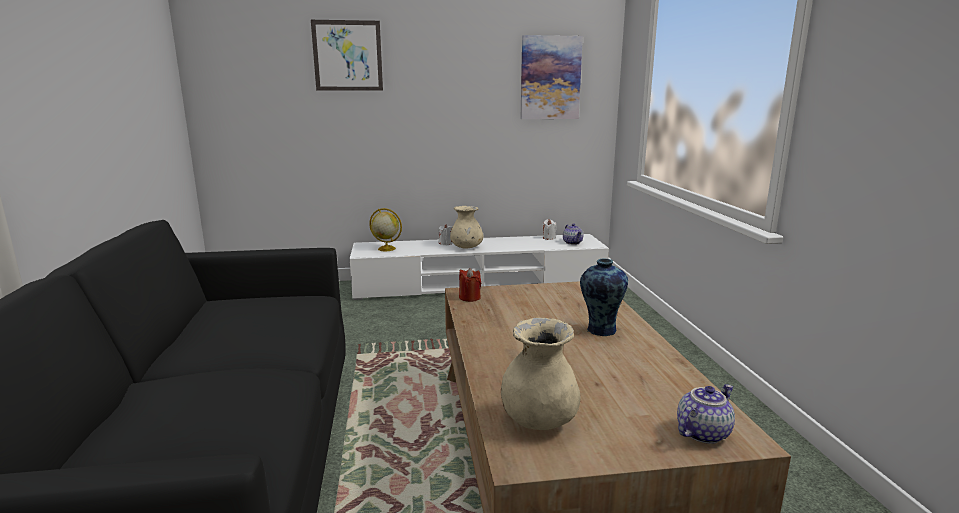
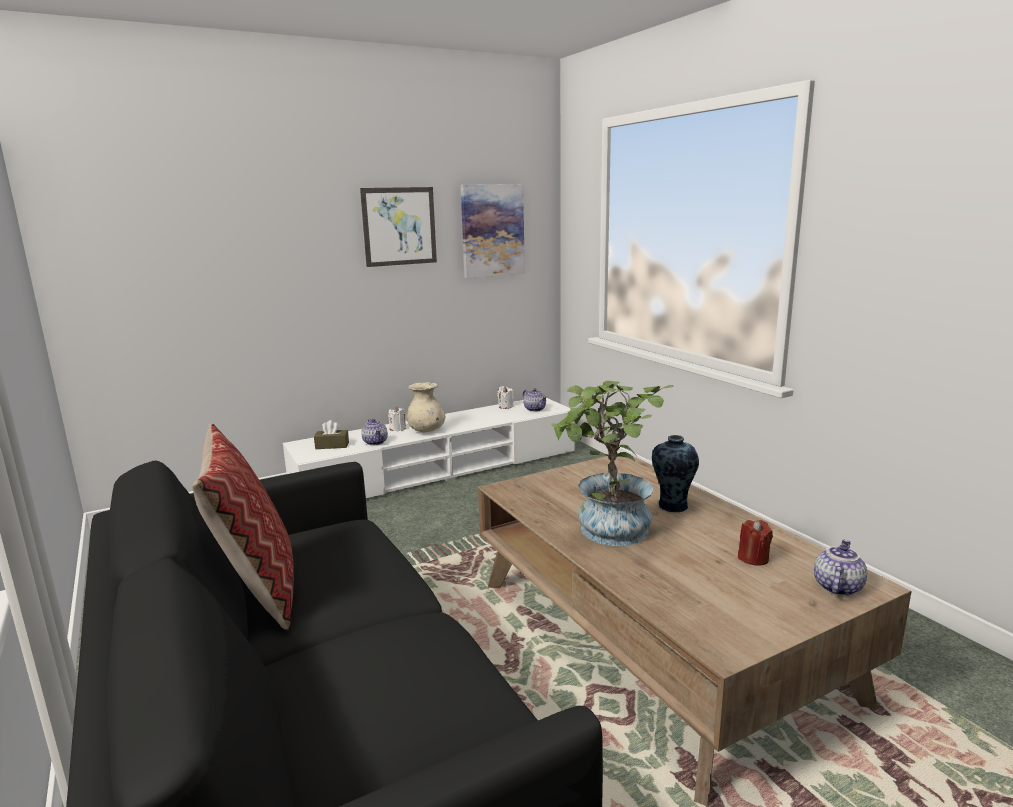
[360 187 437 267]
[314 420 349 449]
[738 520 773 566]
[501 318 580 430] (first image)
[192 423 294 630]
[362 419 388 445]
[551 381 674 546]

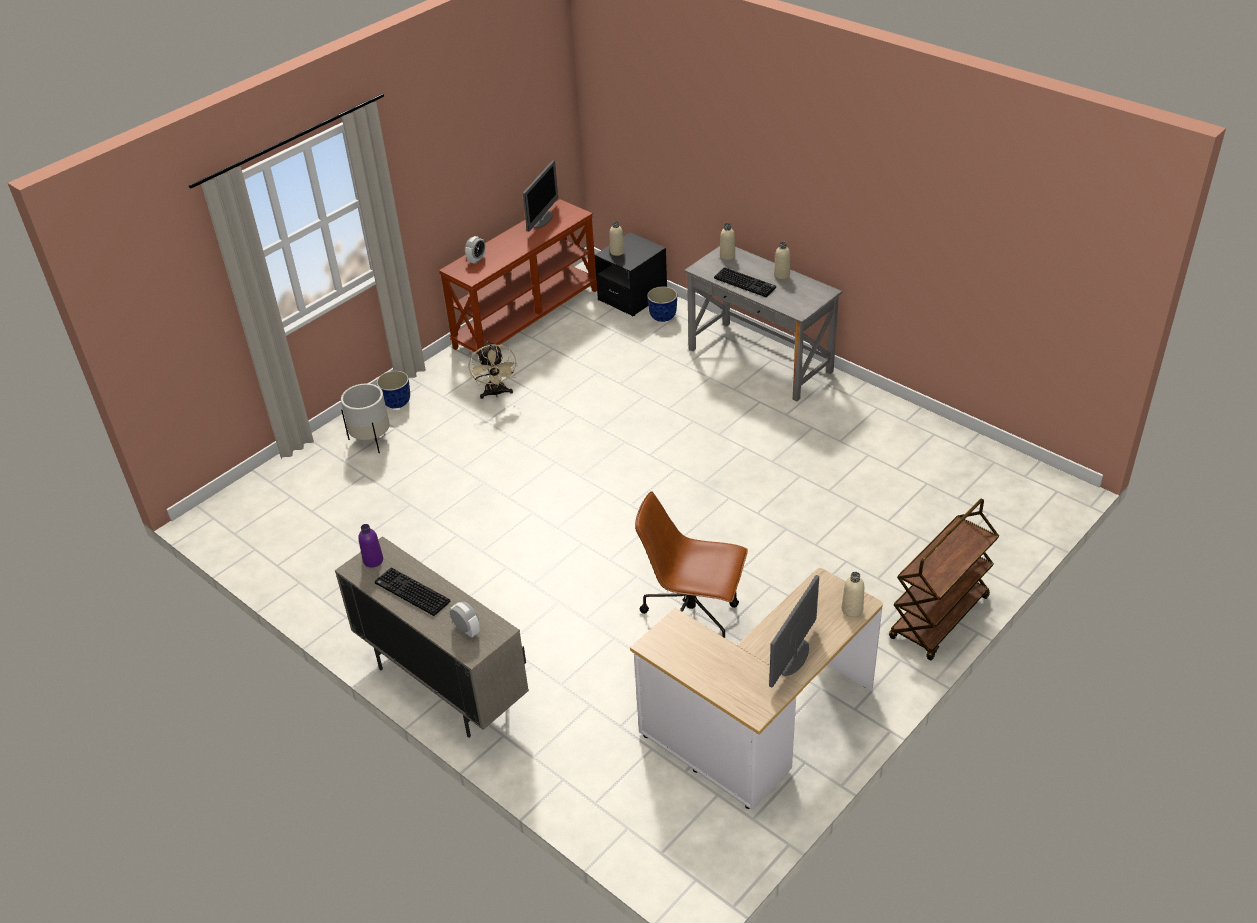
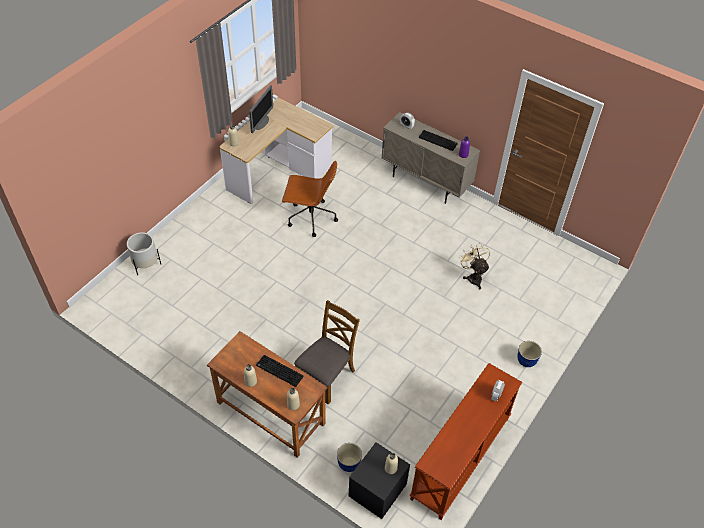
[127 233 161 275]
[459 243 490 289]
[523 160 558 231] (first image)
[207 331 327 458]
[889 499 999 661] (first image)
[294 300 360 404]

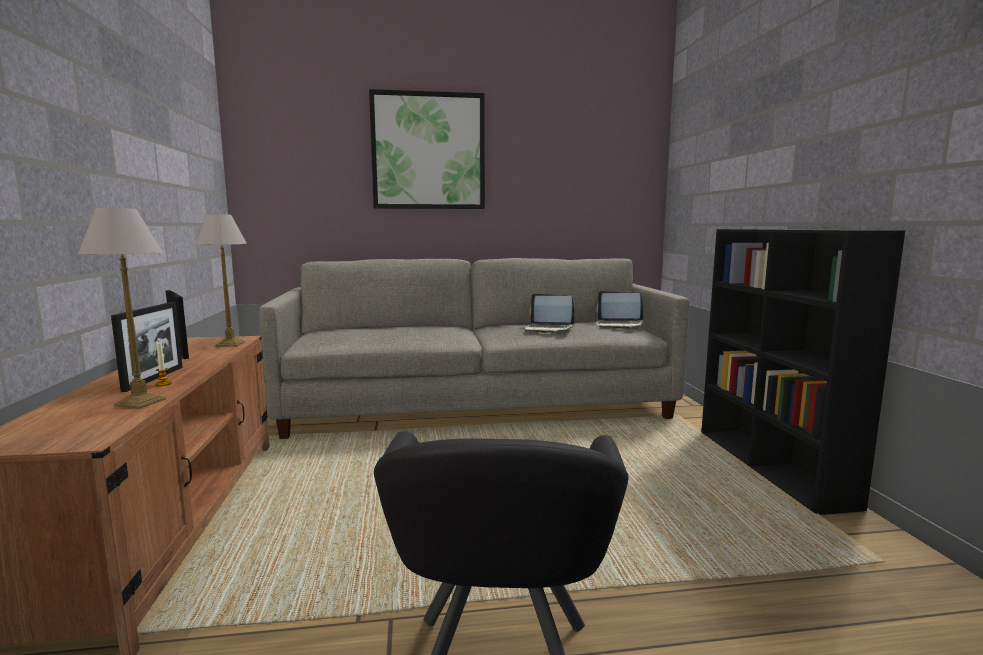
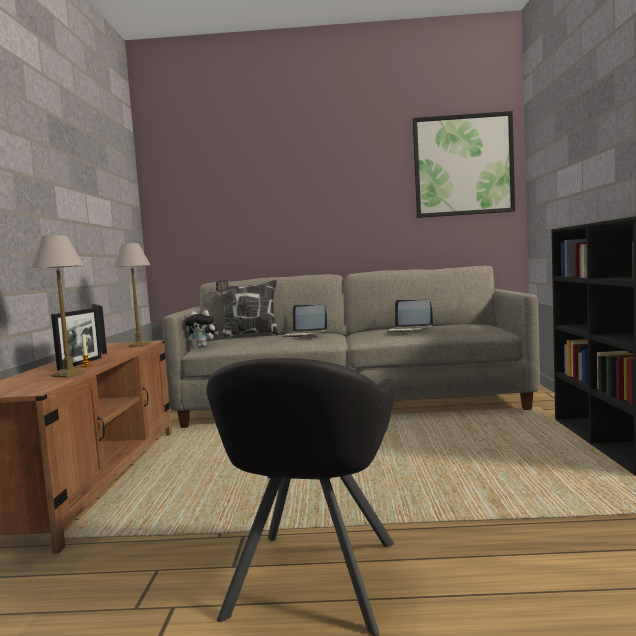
[413 111 515 218]
[282 305 327 337]
[184 310 219 347]
[216 280 280 339]

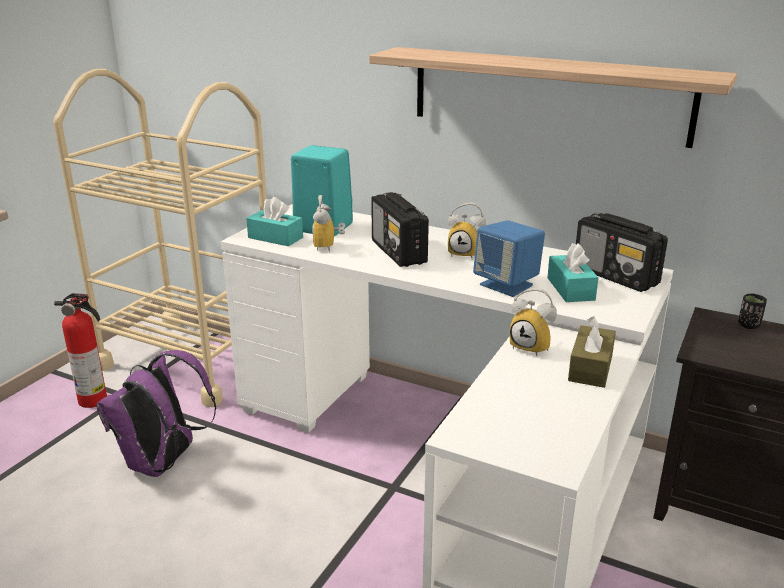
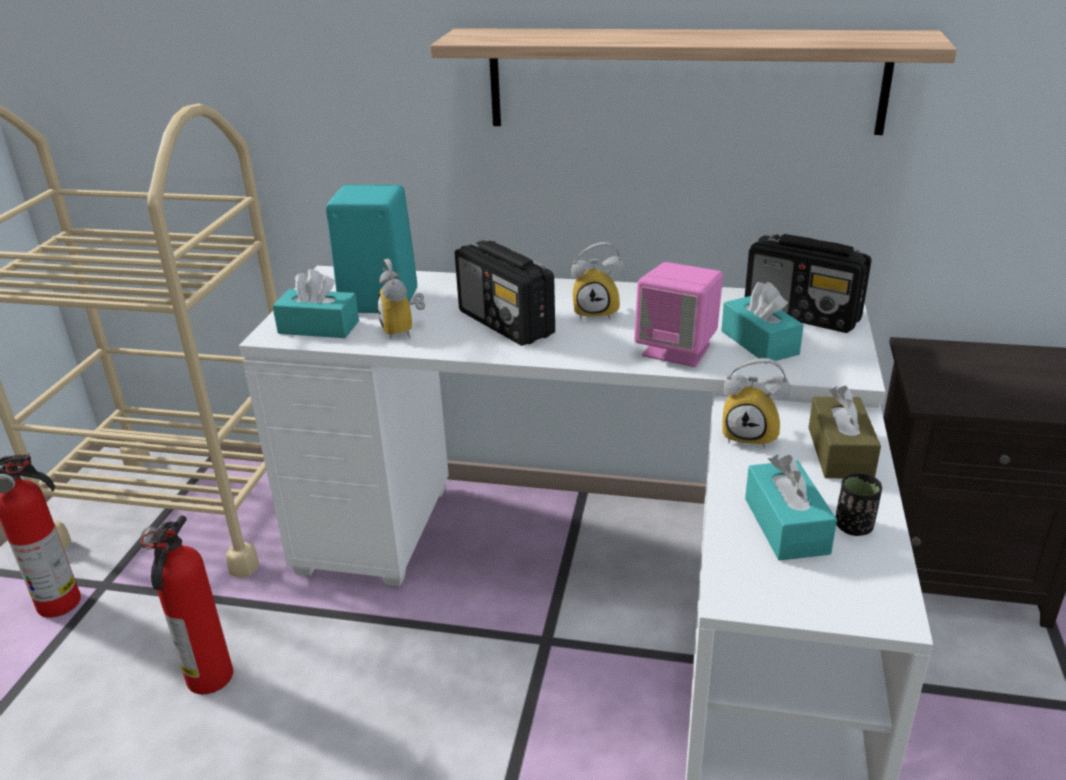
[140 515 233 694]
[634 262 723 367]
[836 472 882 536]
[745 455 837 561]

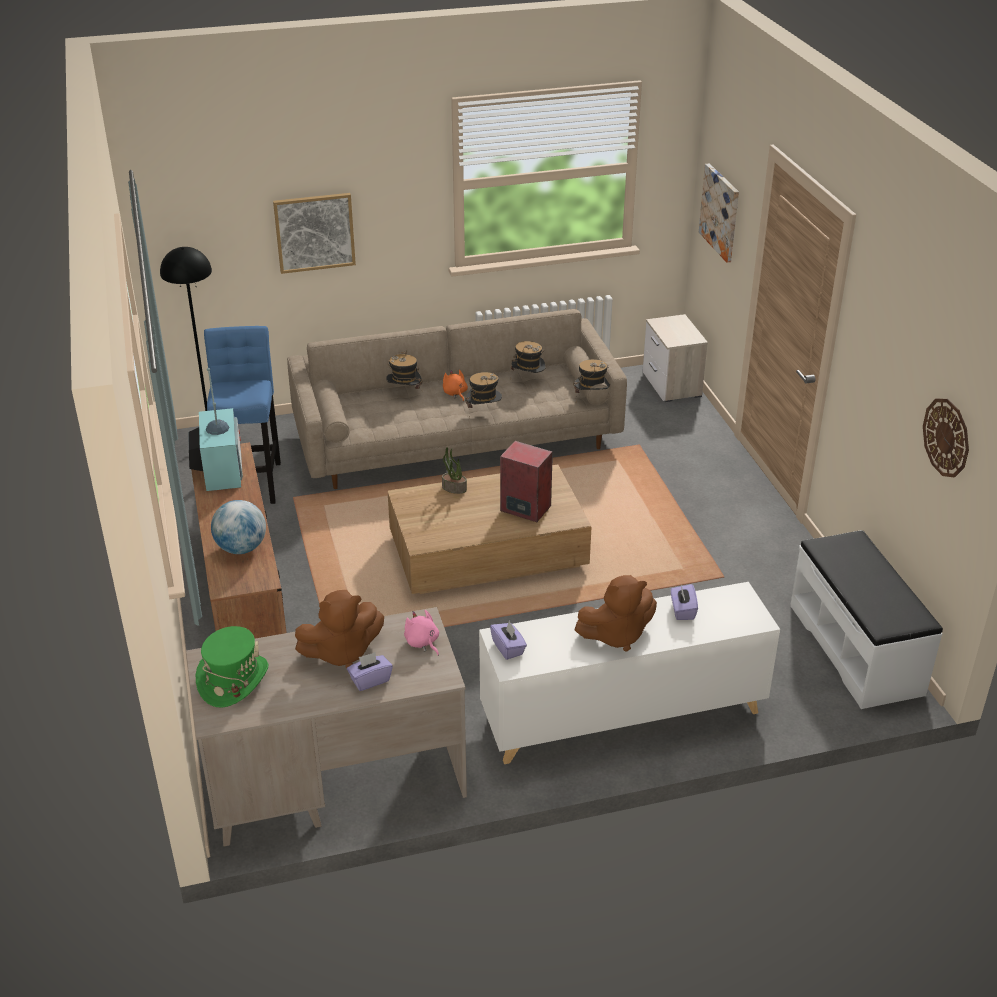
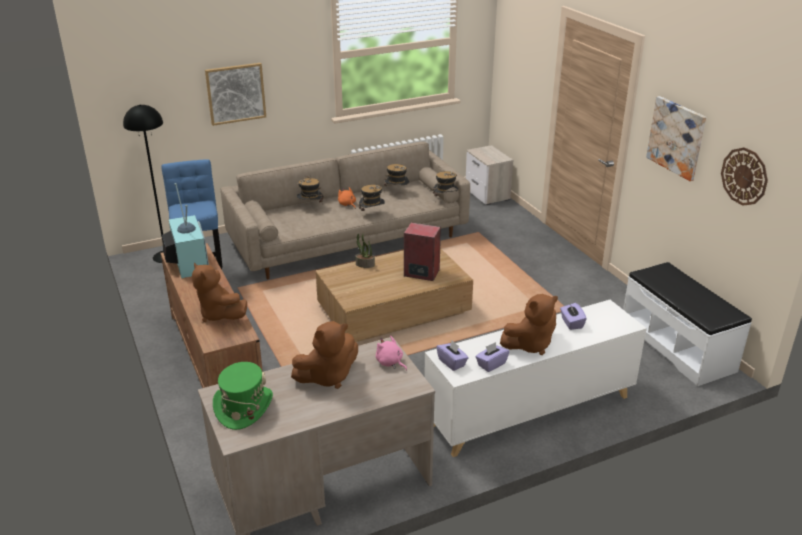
[192 262 247 322]
[475 342 509 372]
[646 96 706 181]

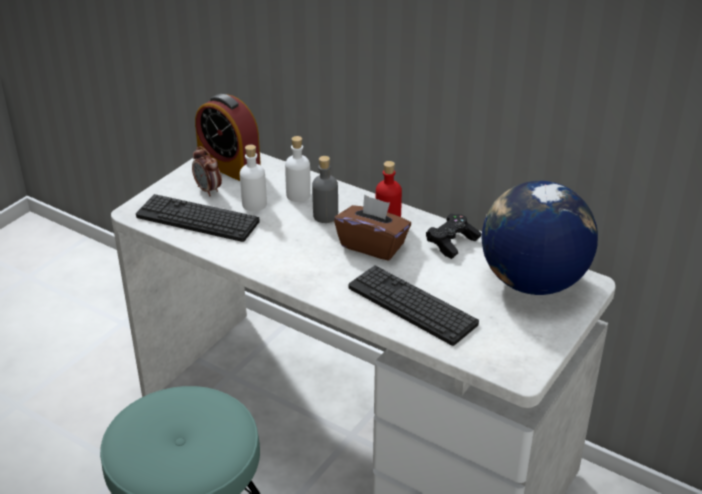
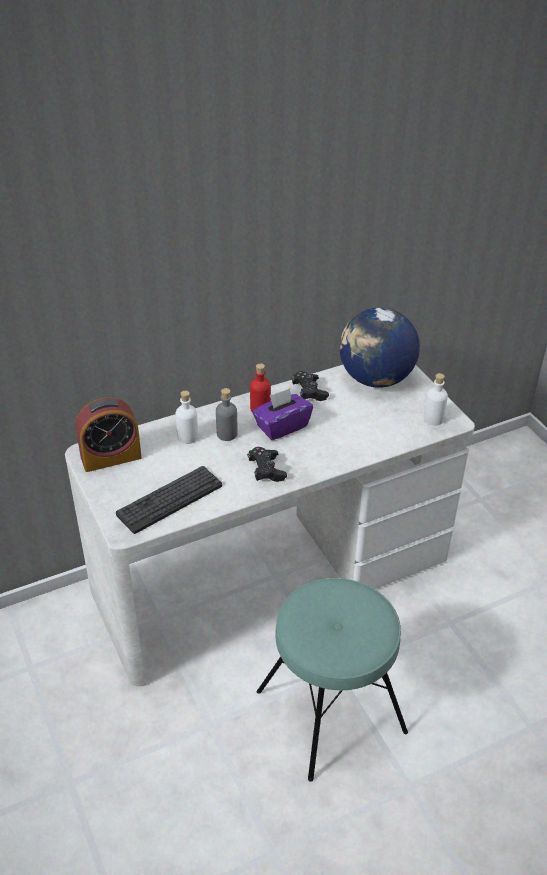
[192 146 222 196] (first image)
[424 373 448 426]
[252 388 313 440]
[349 265 479 346] (first image)
[247 447 287 482]

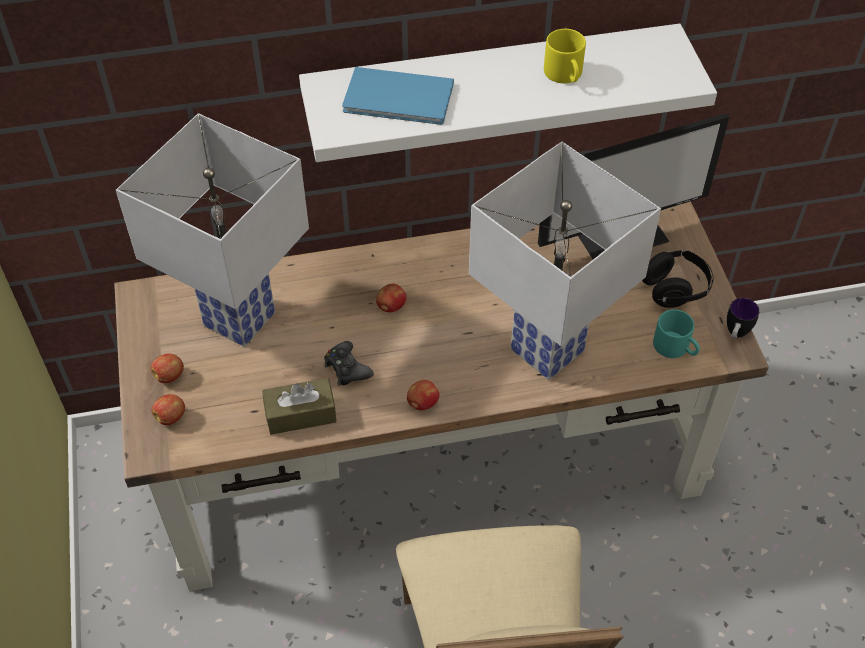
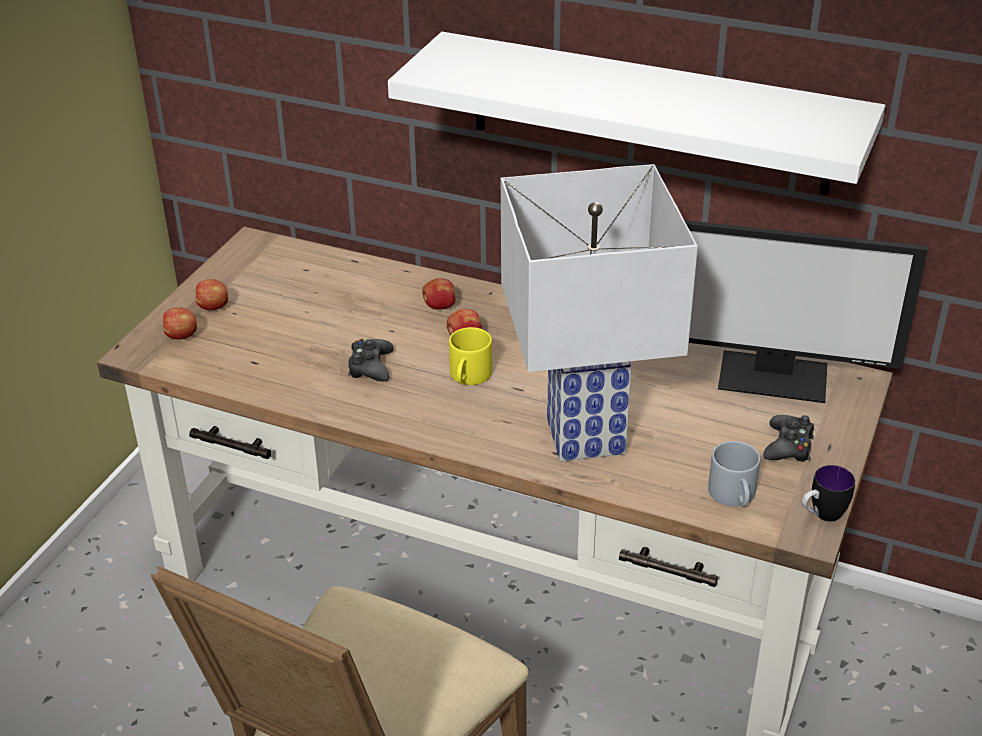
[116 113 309 347] (first image)
[262 378 337 435] (first image)
[342 67 454 125] (first image)
[422 278 456 310]
[449 327 492 385]
[763 415 814 462]
[708 441 760 507]

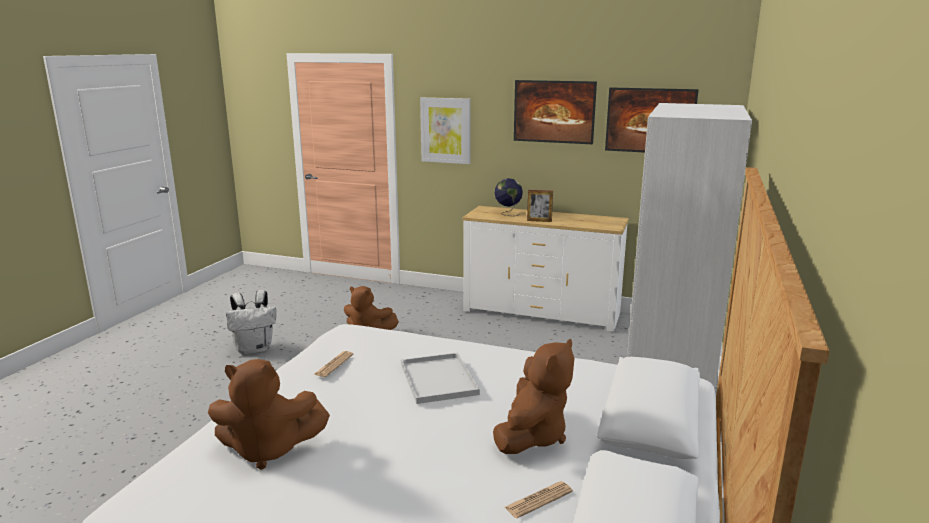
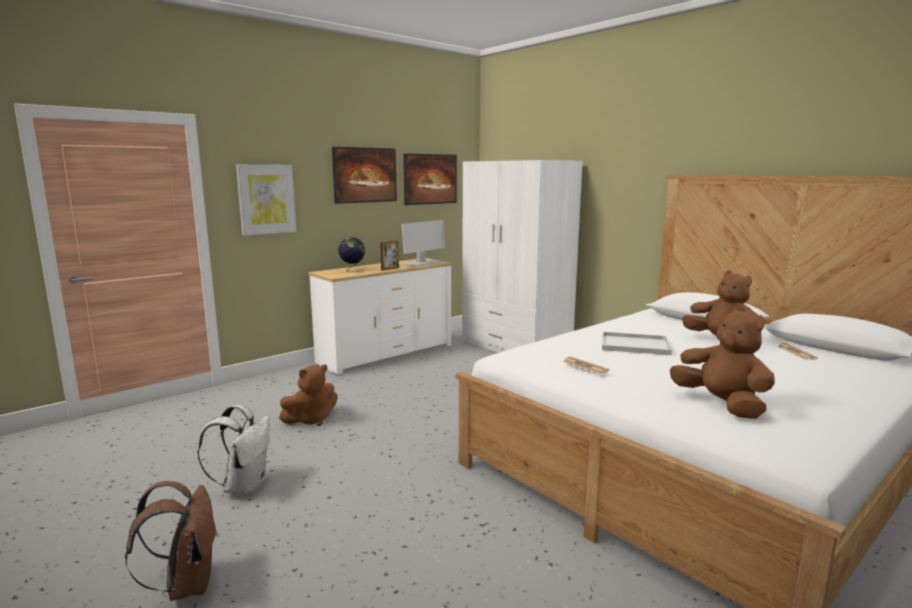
[670 307 775 419]
[125 481 218 601]
[402 220 445 267]

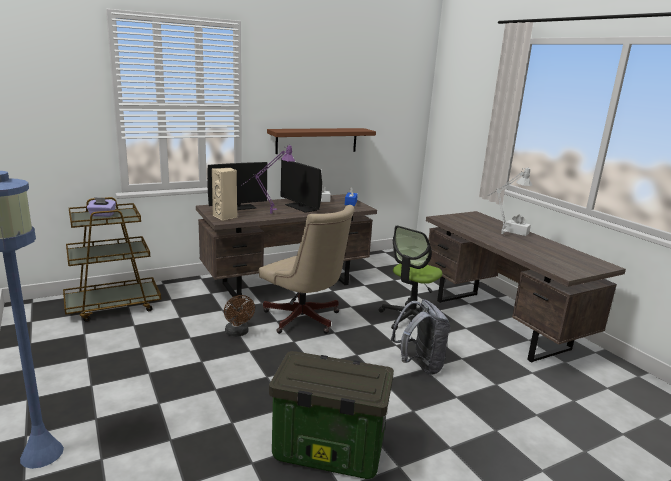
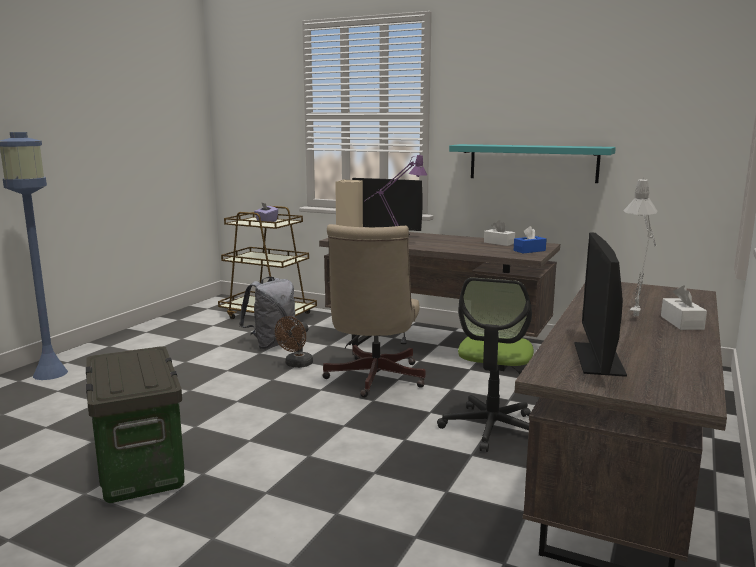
[449 144 616 183]
[574 232 627 377]
[437 277 534 452]
[239 277 295 349]

